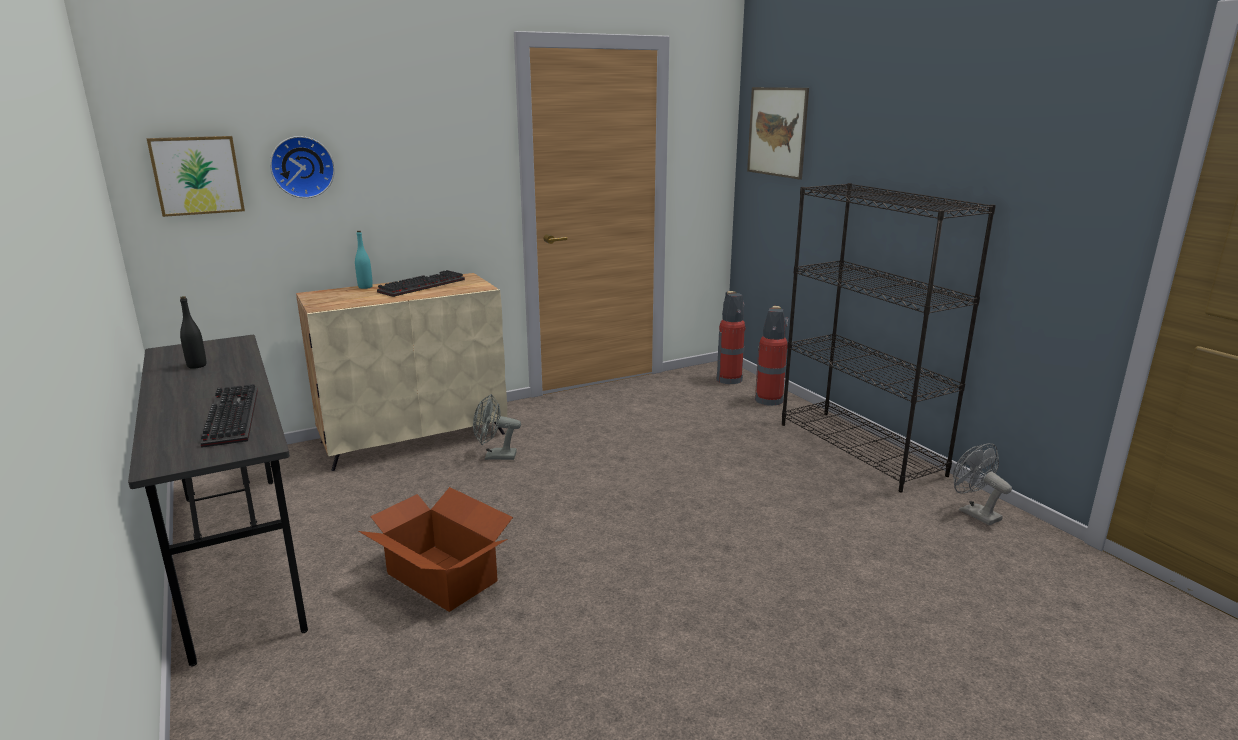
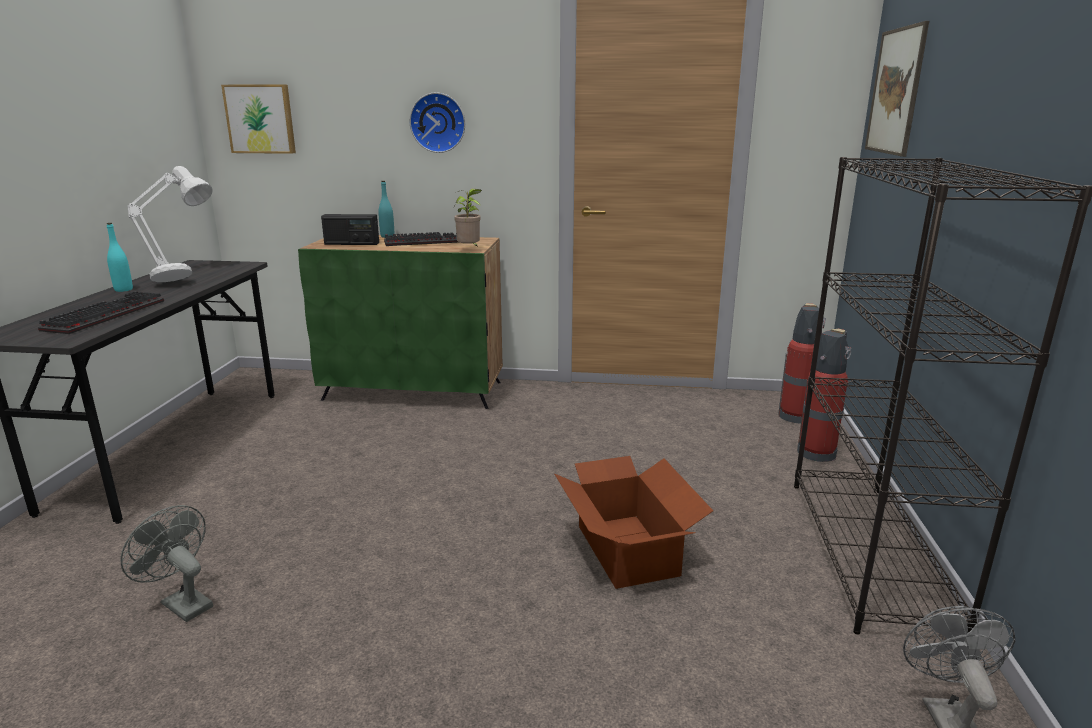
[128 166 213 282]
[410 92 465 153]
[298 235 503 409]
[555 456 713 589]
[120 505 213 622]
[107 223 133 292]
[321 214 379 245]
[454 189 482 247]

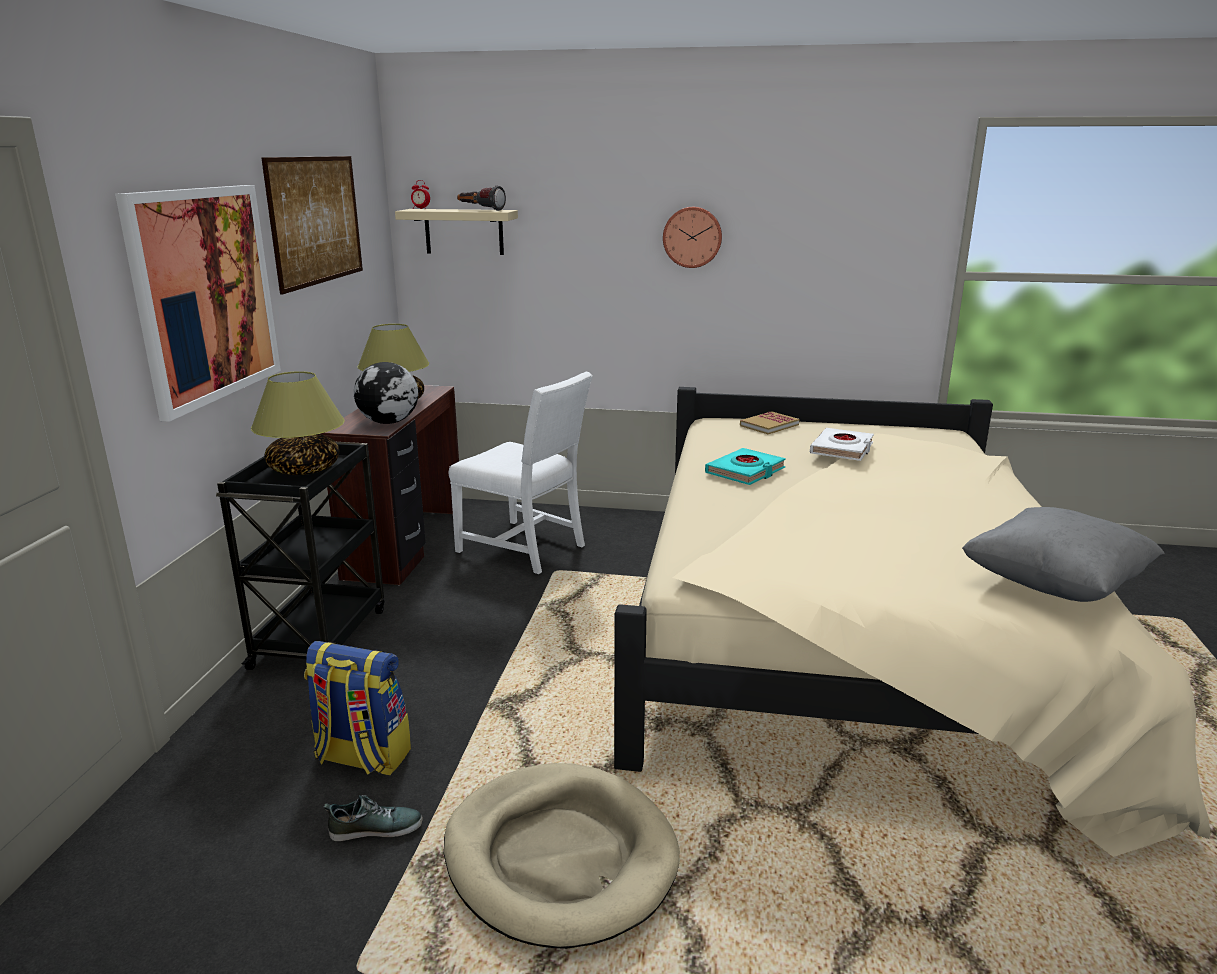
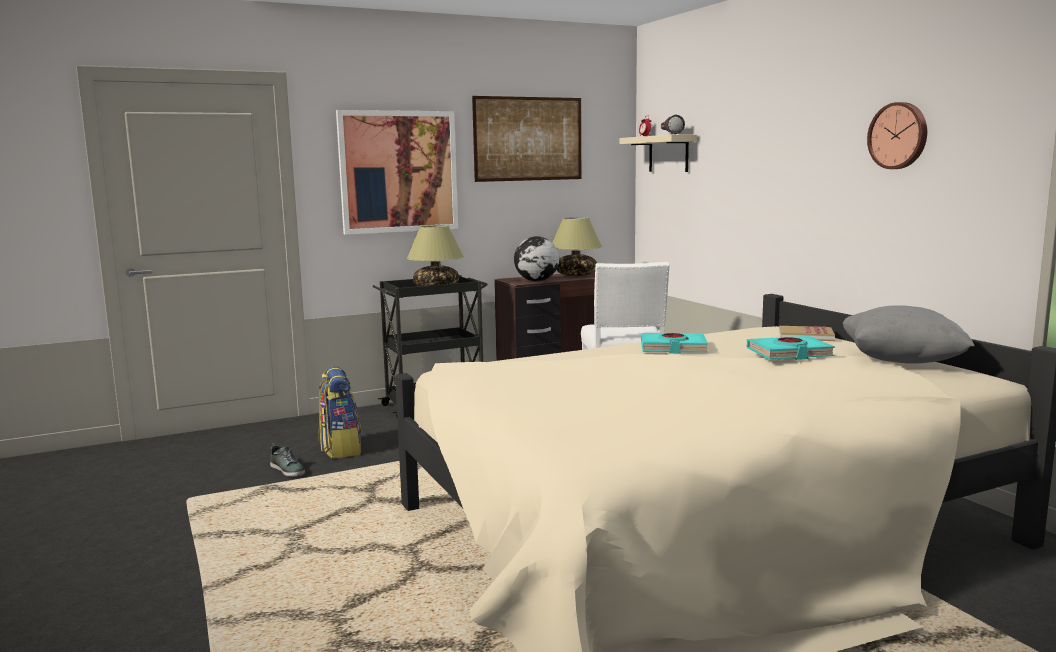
[444 763 680 949] (first image)
[867 102 927 169]
[747 336 835 360]
[843 305 975 364]

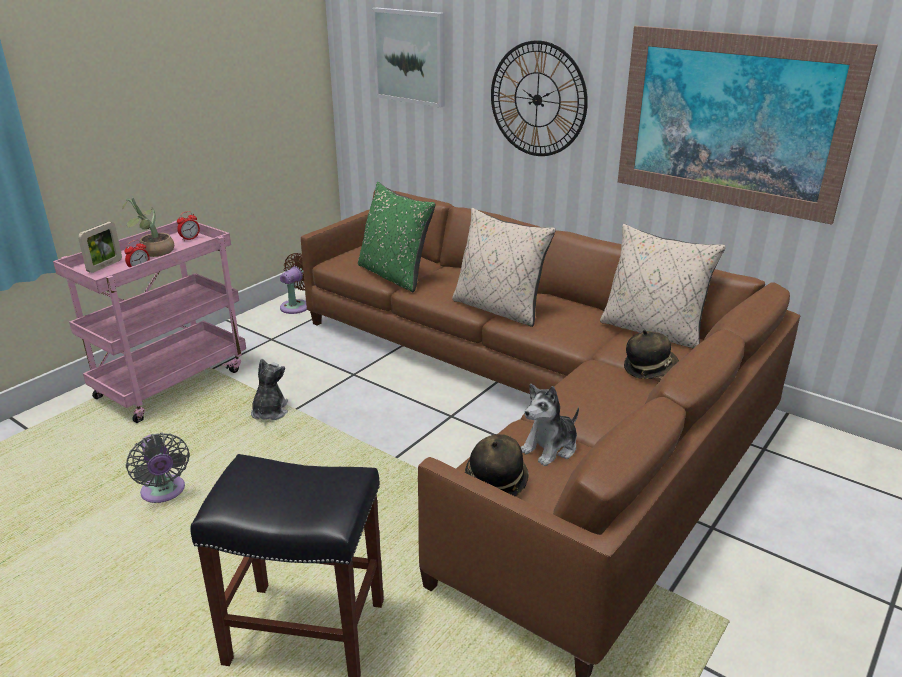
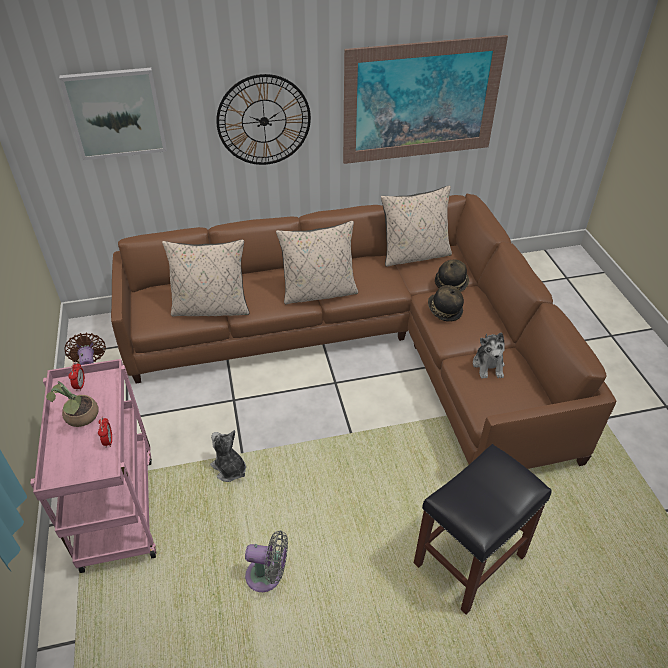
[78 222 122 273] (first image)
[162 239 249 317]
[428 285 464 322]

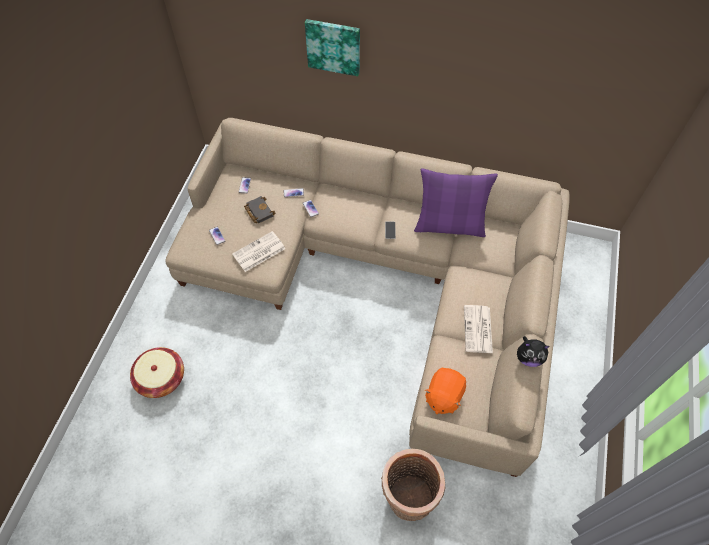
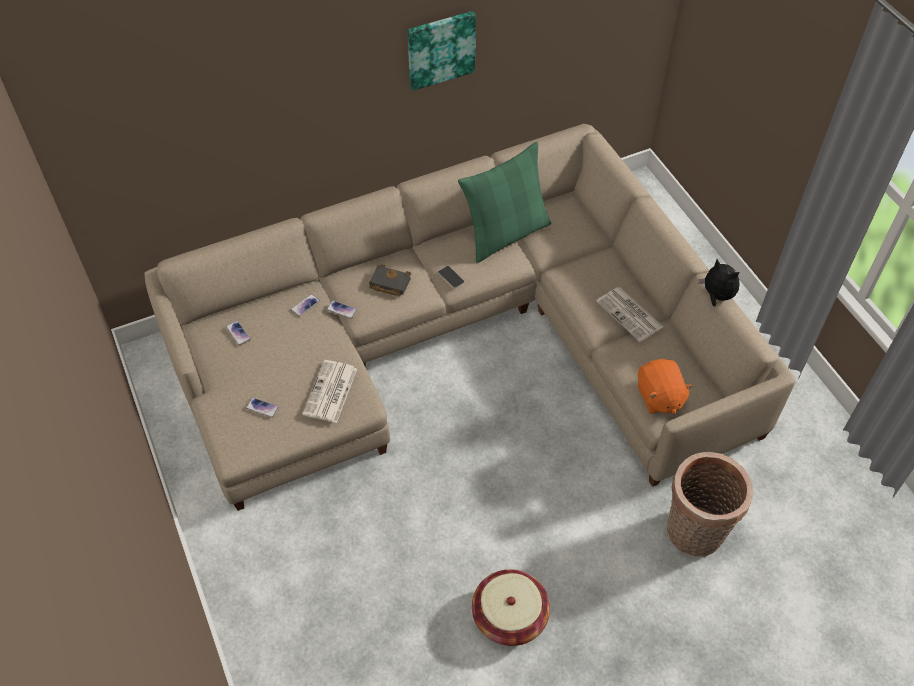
[472 569 550 646]
[369 264 411 296]
[407 11 476 91]
[458 142 551 263]
[698 259 740 306]

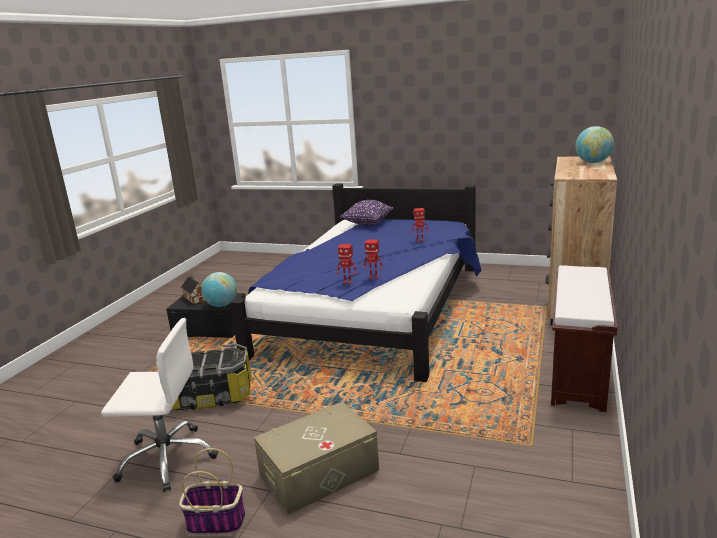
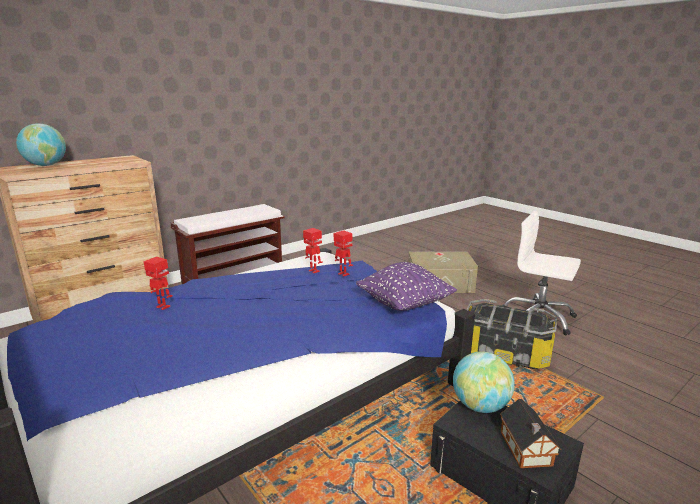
[179 448 245 535] (first image)
[356 262 457 311]

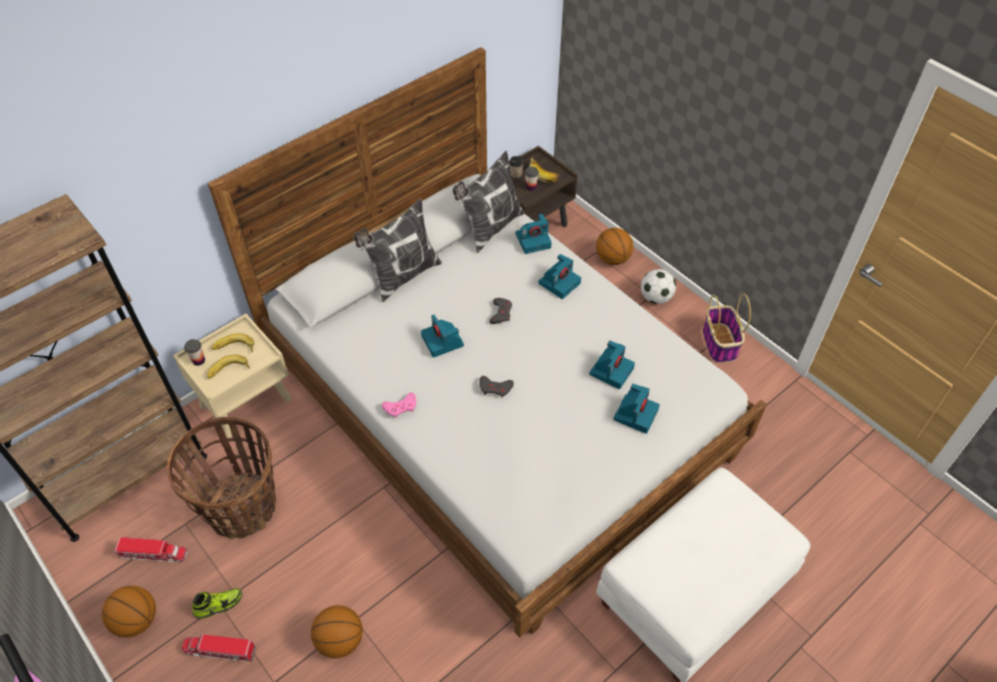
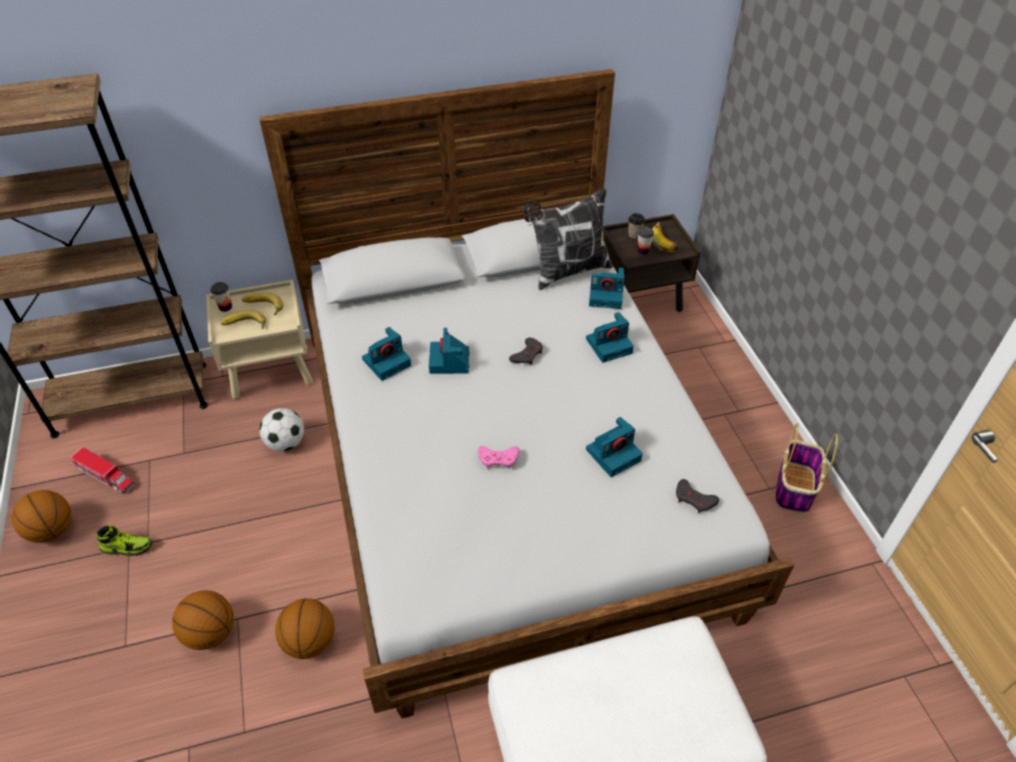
[167 416 276 539] (first image)
[182 634 257 662] (first image)
[353 198 442 302] (first image)
[478 446 520 469]
[676 479 719 513]
[275 598 334 659]
[362 327 411 381]
[260 408 304 451]

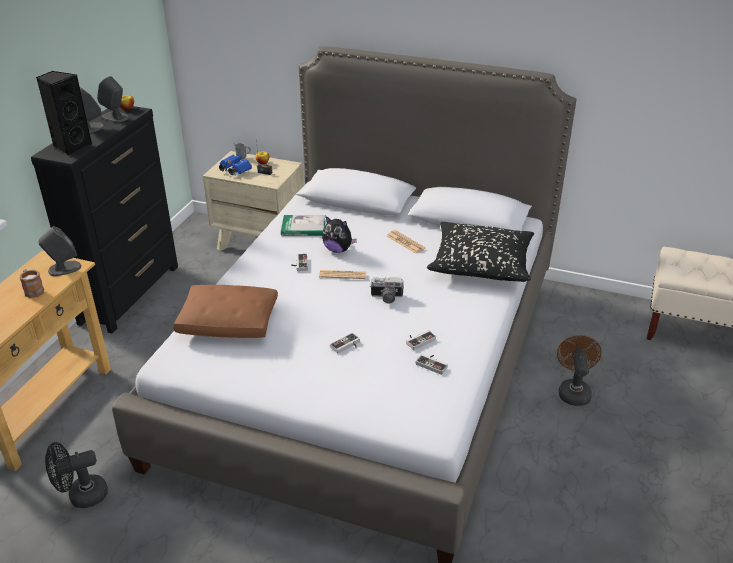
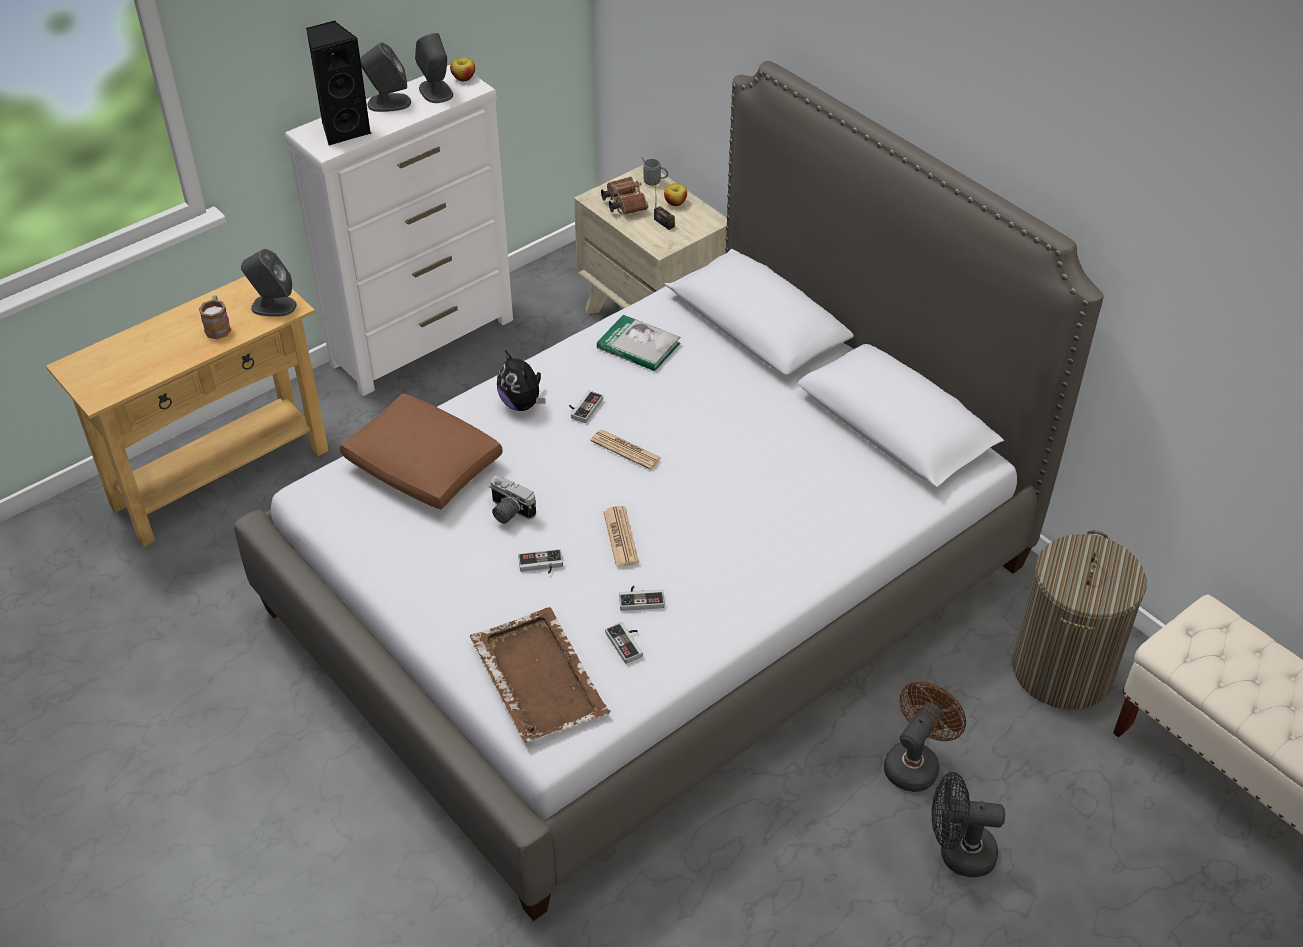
[285 65 513 396]
[932 772 1005 877]
[601 177 648 215]
[497 350 545 411]
[489 476 536 524]
[603 506 639 567]
[427 222 534 282] (first image)
[470 607 611 742]
[1012 530 1146 710]

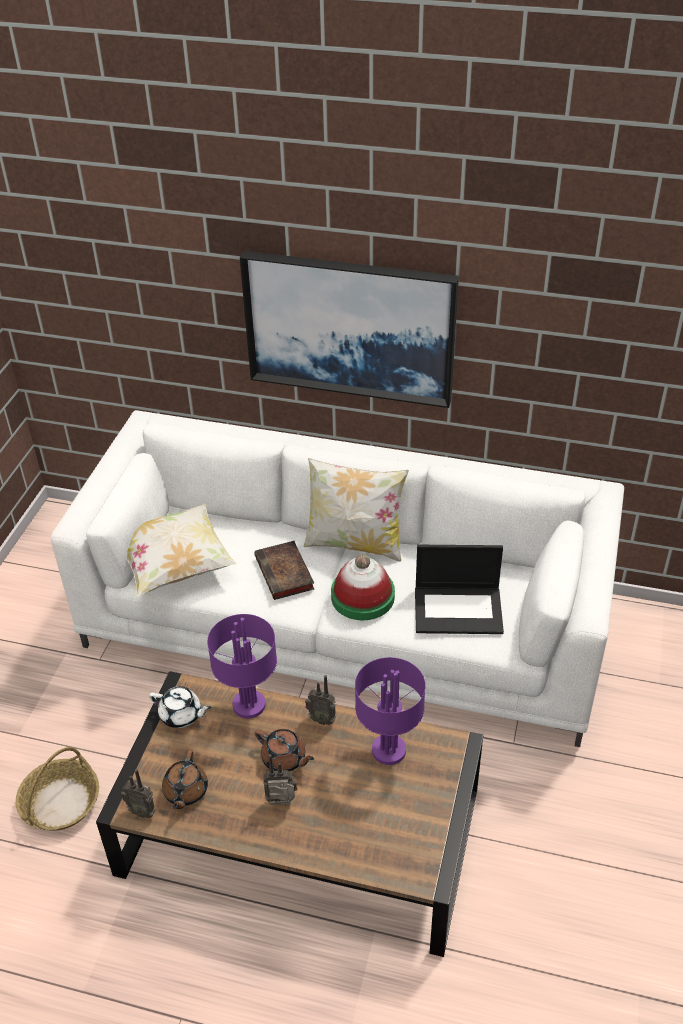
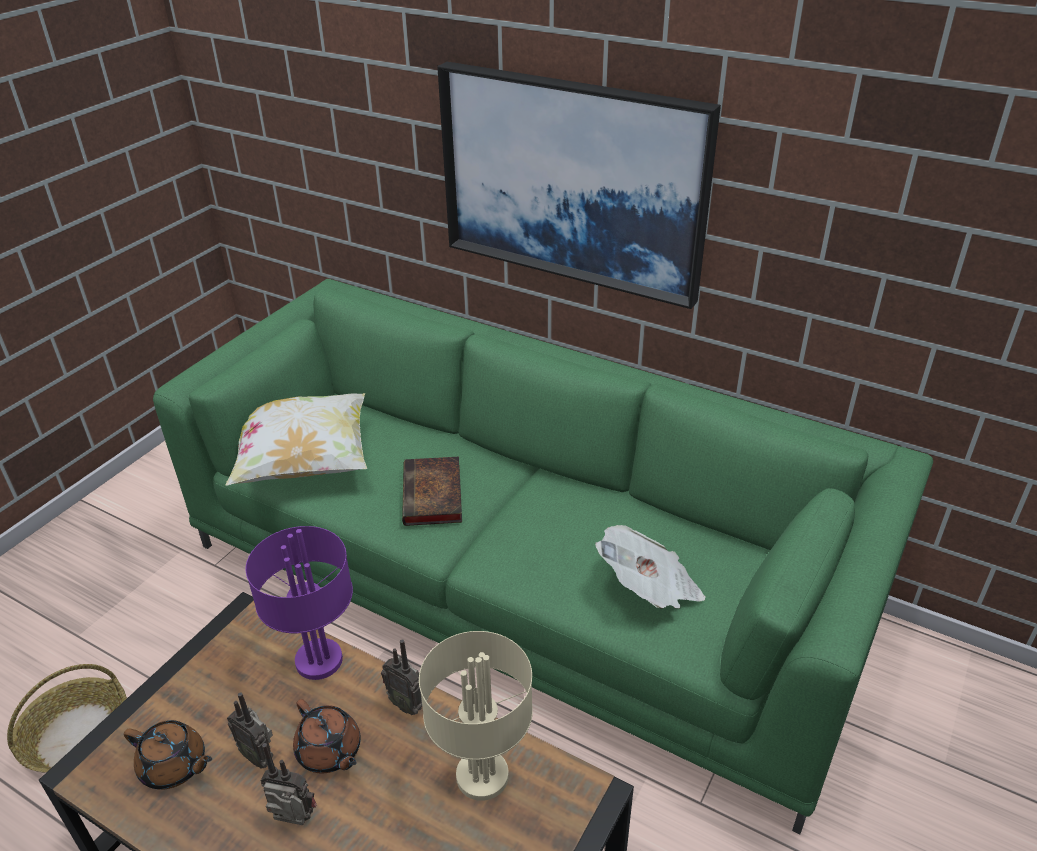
[153 279 933 834]
[227 692 273 769]
[149 686 212 728] (first image)
[124 720 212 790]
[304 458 409 562] (first image)
[331 554 395 620] (first image)
[419 631 533 801]
[595 525 706 609]

